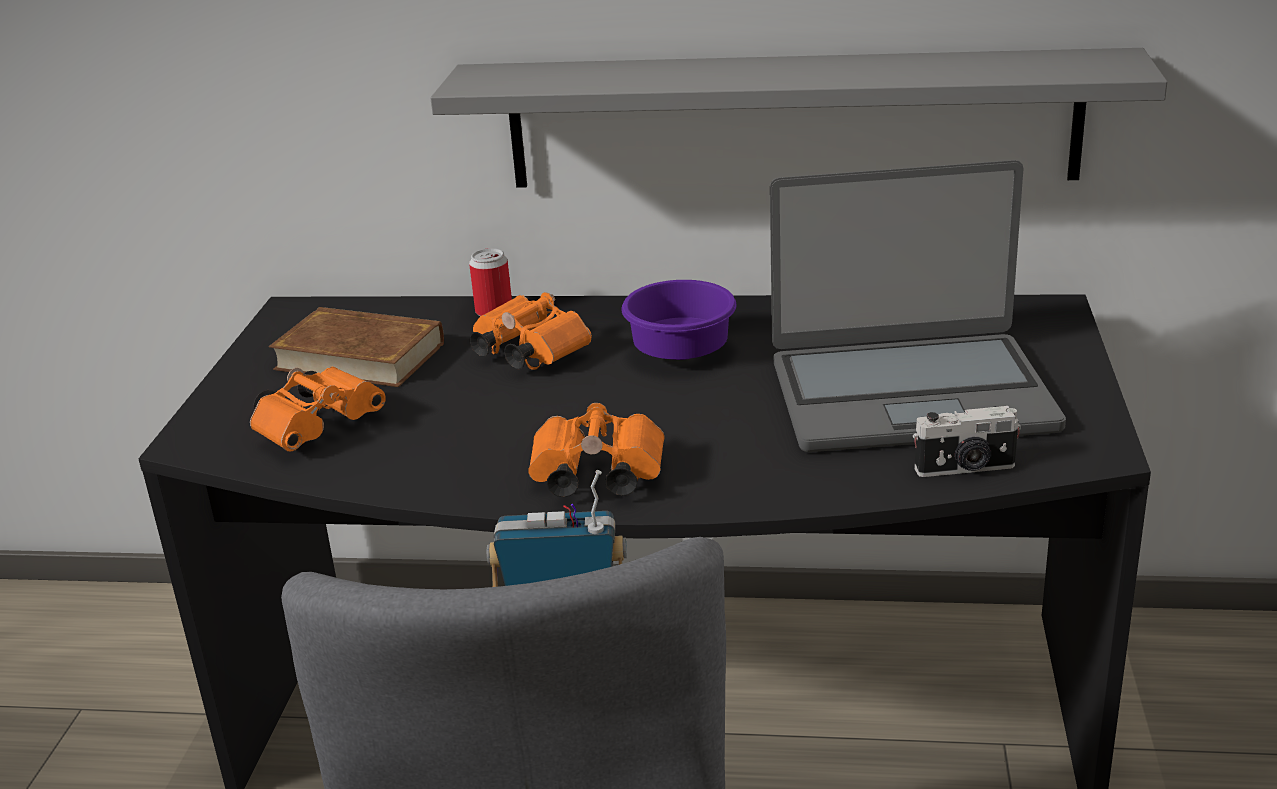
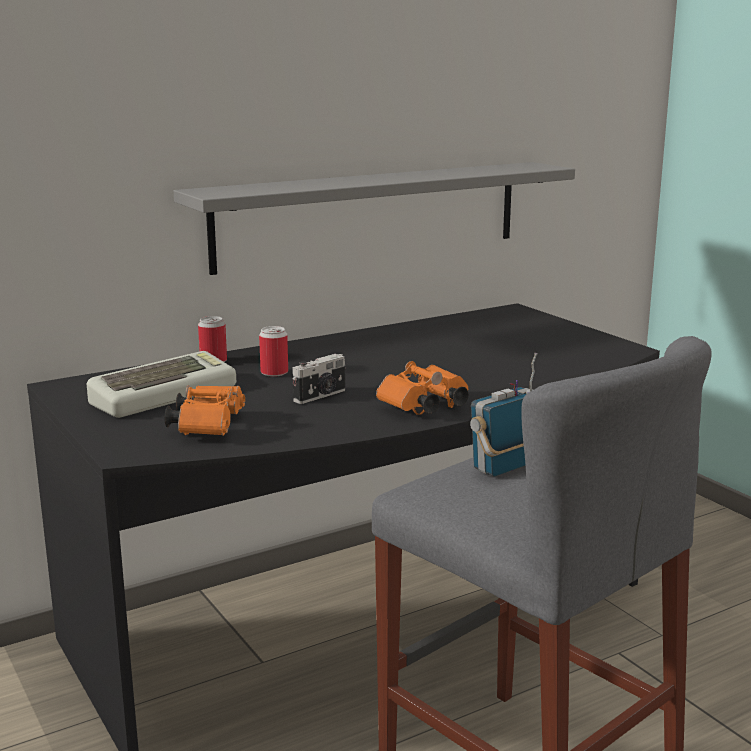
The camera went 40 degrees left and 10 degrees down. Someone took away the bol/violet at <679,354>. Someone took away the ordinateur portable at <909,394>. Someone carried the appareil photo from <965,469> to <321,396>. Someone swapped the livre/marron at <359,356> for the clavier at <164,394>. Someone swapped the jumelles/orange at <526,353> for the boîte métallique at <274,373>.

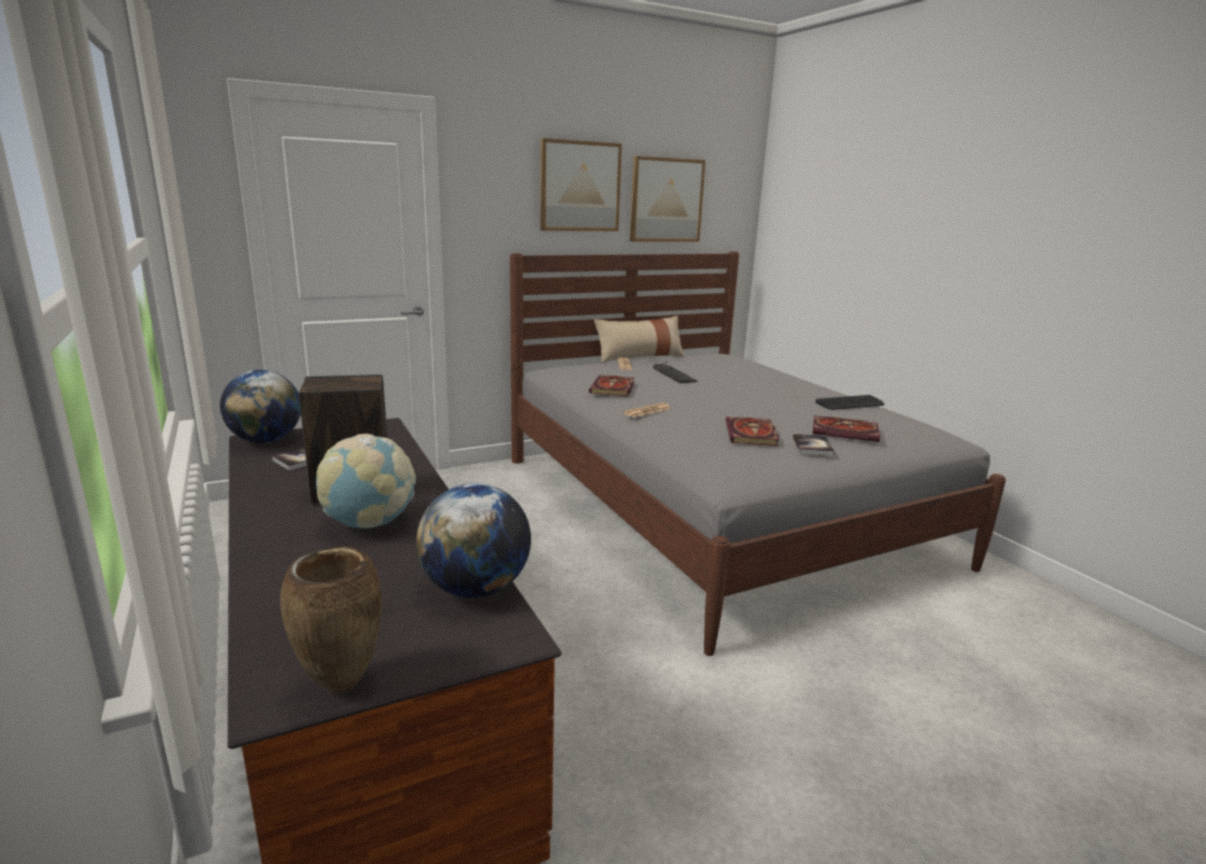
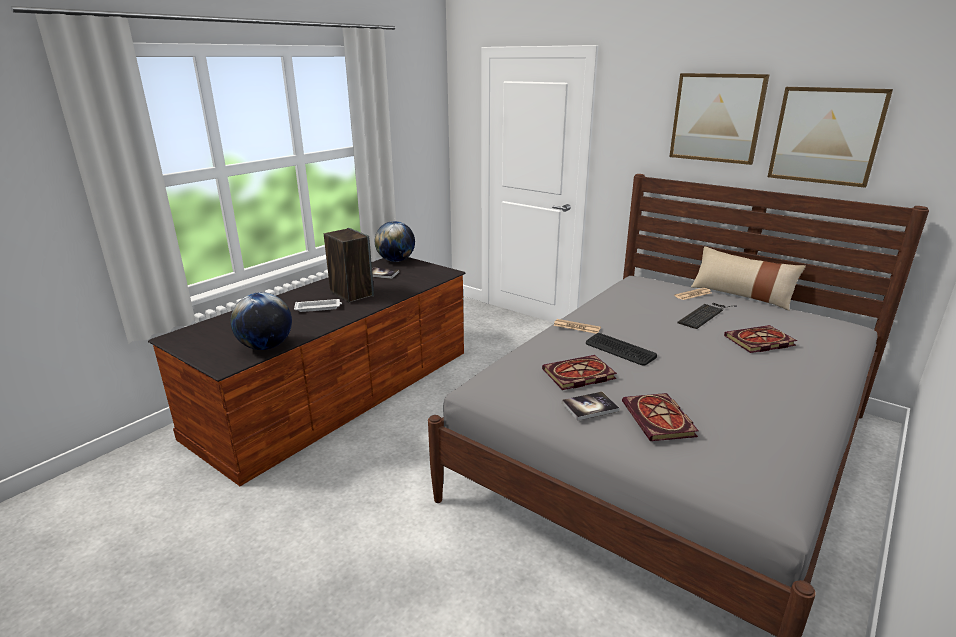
The camera went 65 degrees right and 5 degrees up. Someone took away the vase/marron at <340,685>. Someone carried the livre from <613,389> to <759,342>. Someone carried the clavier from <850,404> to <619,350>. Someone swapped the globe at <369,524> for the plateau/blanc at <318,308>.

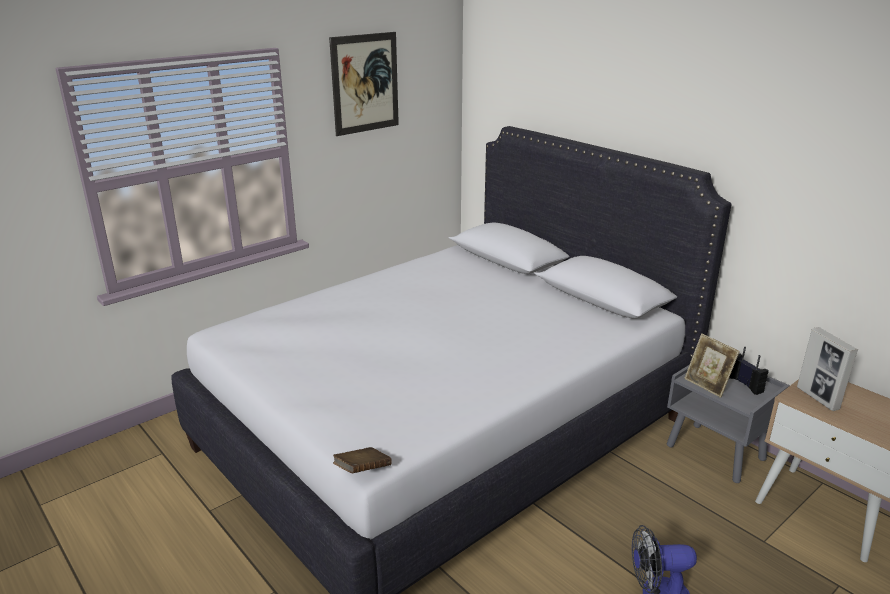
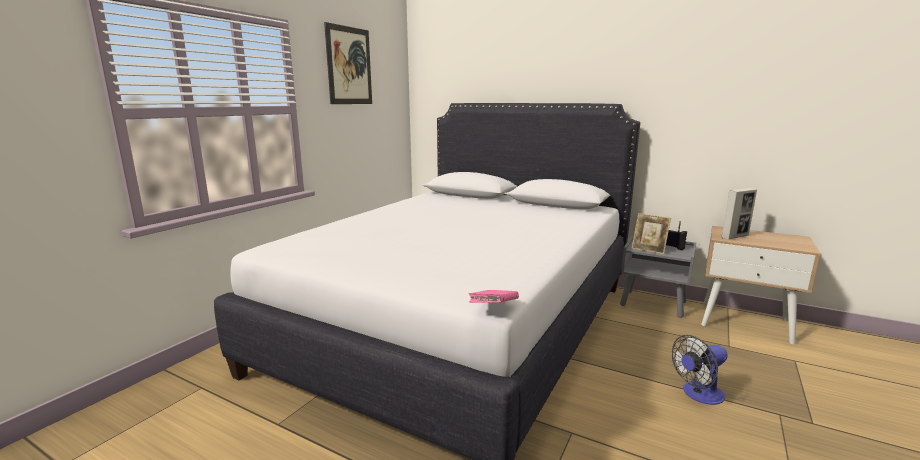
The camera went 20 degrees left and 10 degrees down. Someone repainted the livre/marron at <362,471>, which became the livre/rose at <493,308>. Someone rotated the cadre photo at <817,398> by 75 degrees counterclockwise.

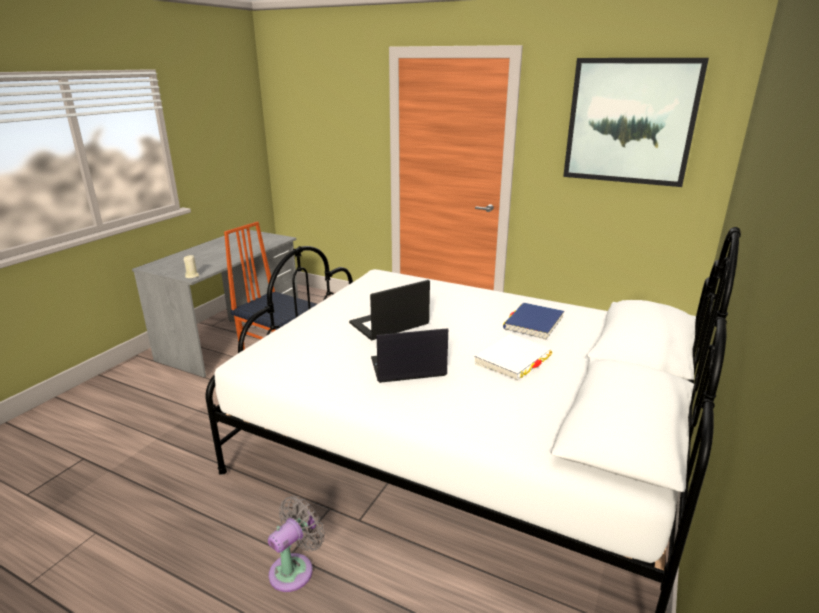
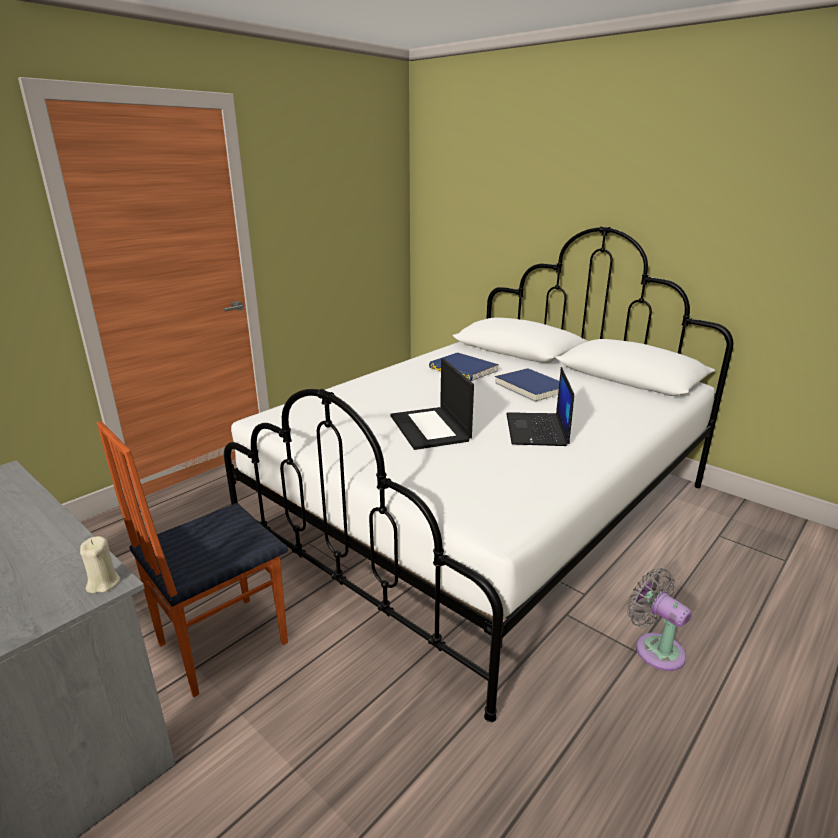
The camera went 75 degrees left and 0 degrees up. Someone took away the tableau at <630,122>. Someone repainted the livre/blanc at <513,359>, which became the livre/bleu at <531,388>.

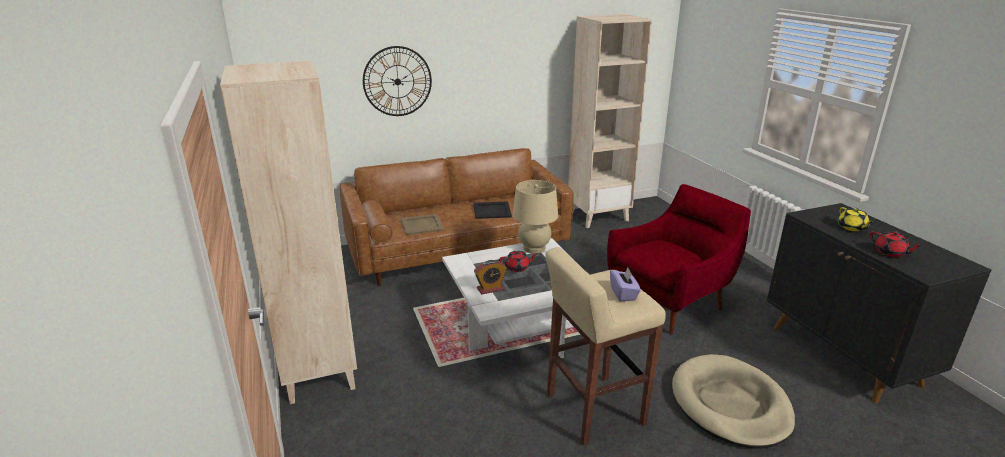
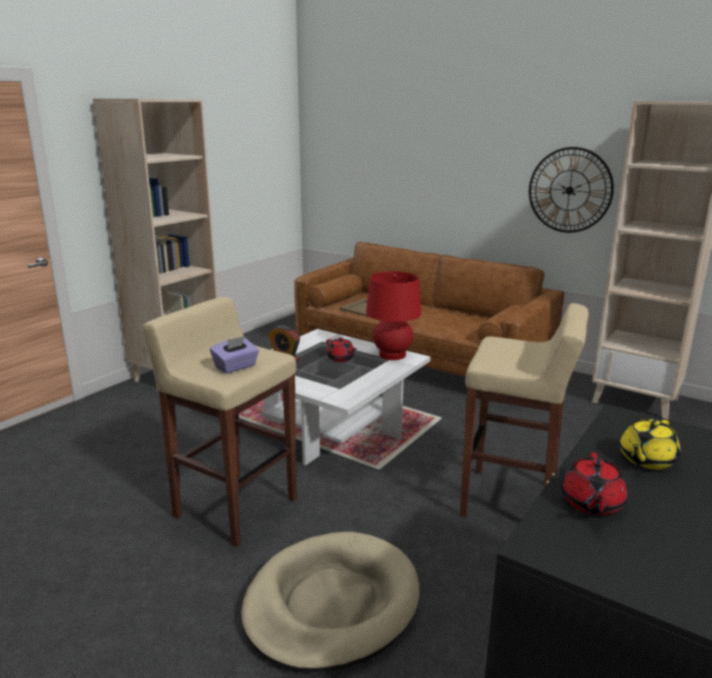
The camera went 55 degrees right and 5 degrees down. Someone took away the plateau/noir at <492,210>. Someone carried the horloge murale from <397,81> to <569,190>. Someone swapped the fauteuil/rouge at <670,302> for the tabouret/beige at <511,501>. Someone repainted the lampe de table/beige at <534,248>, which became the lampe de table/rouge at <392,355>.

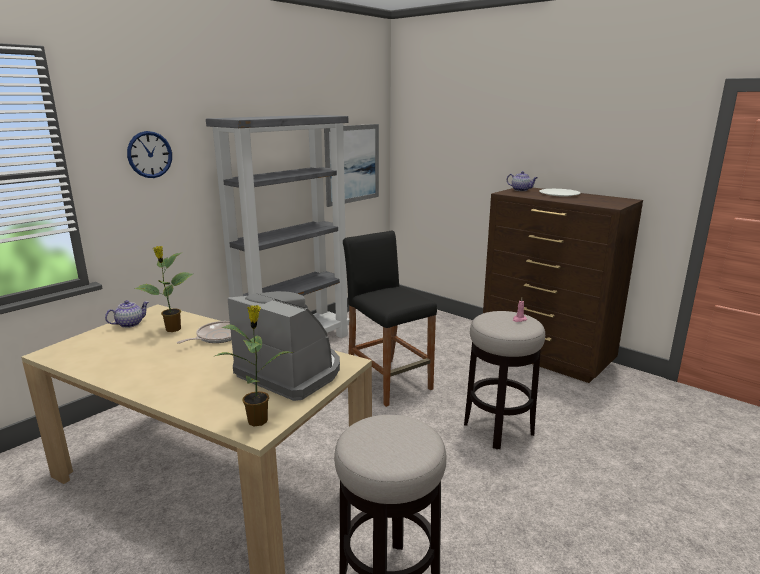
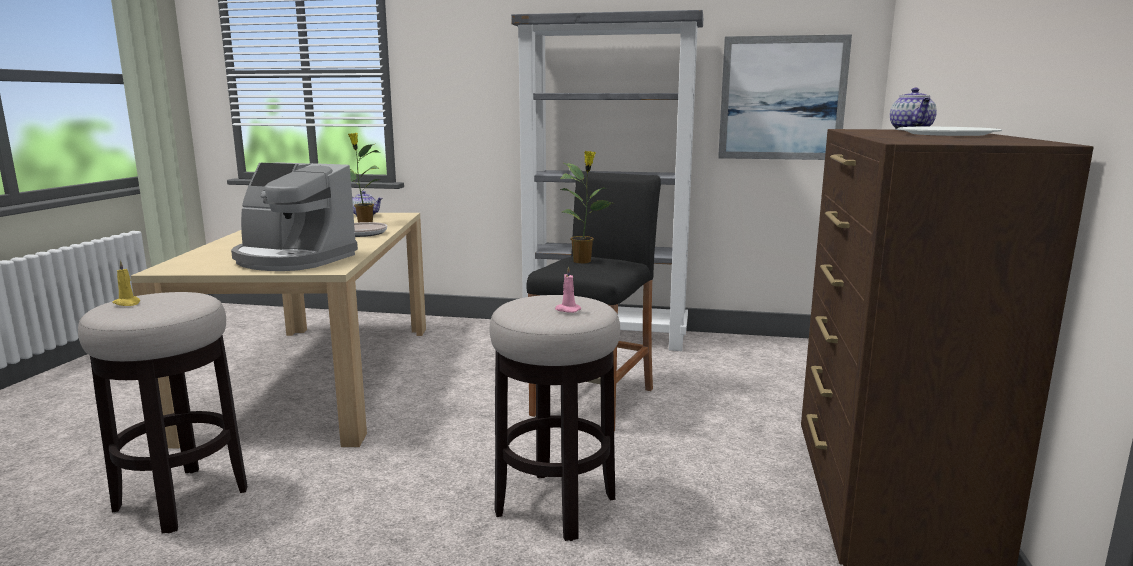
The camera went 60 degrees right and 5 degrees down. Someone took away the horloge murale at <149,154>. Someone put down the bougie/jaune at <127,303>. Someone carried the plante en pot from <258,420> to <583,261>. Someone rotated the machine à café at <291,372> by 105 degrees clockwise.

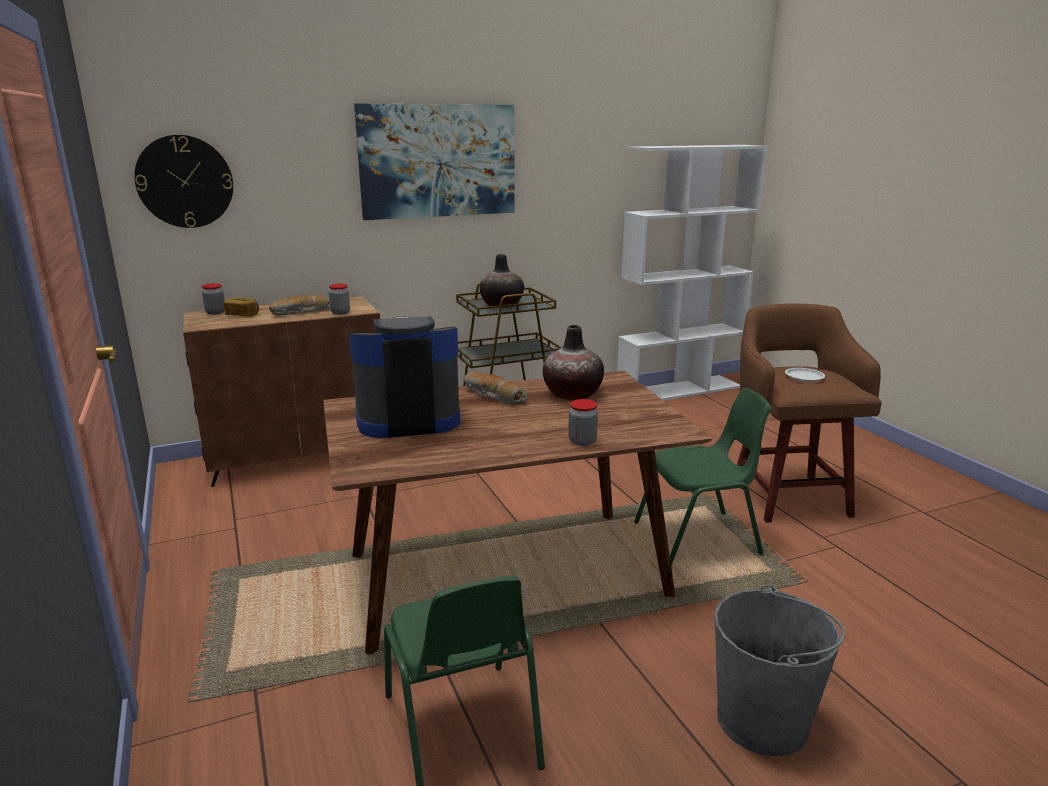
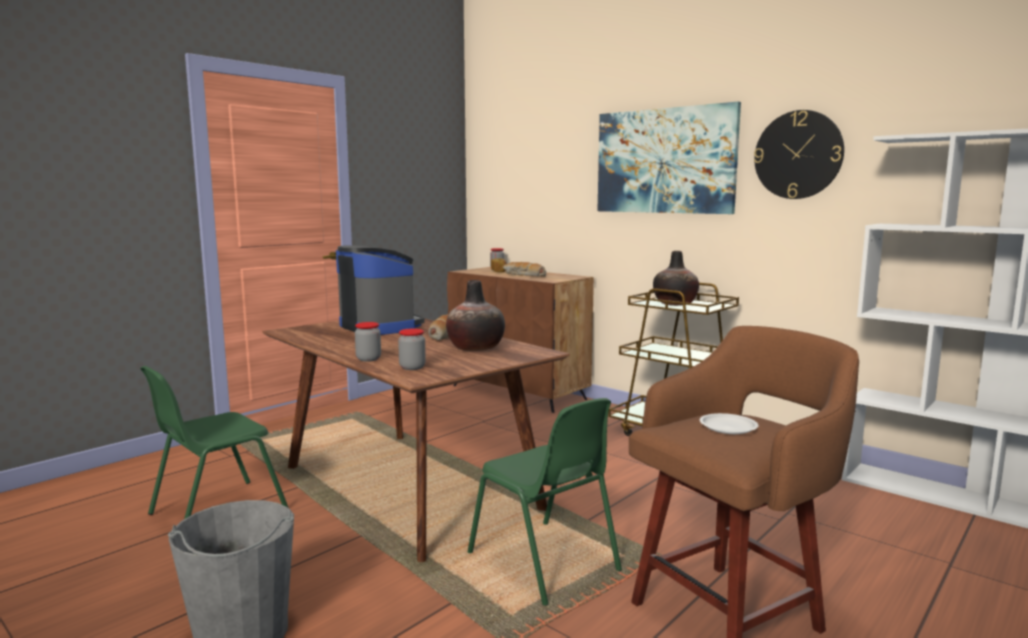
The camera went 65 degrees right and 10 degrees down. Someone carried the horloge murale from <185,181> to <798,155>. Someone carried the bocal from <340,312> to <412,367>.

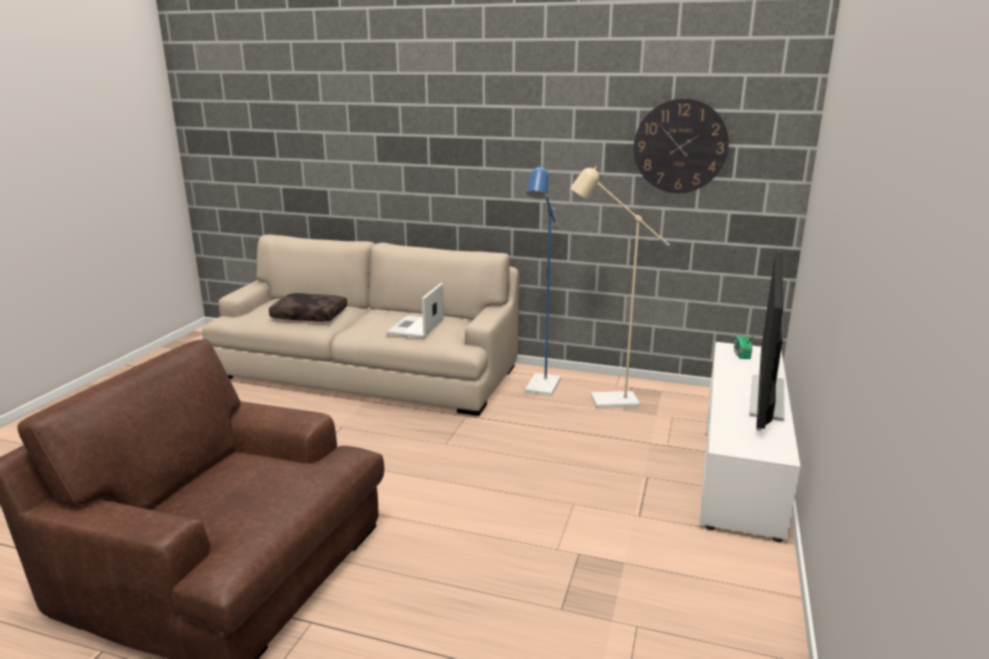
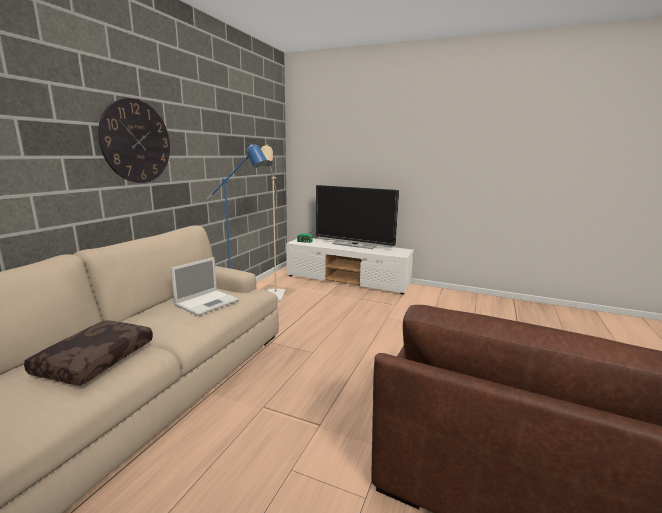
The camera went 85 degrees left and 5 degrees down. Someone carried the horloge murale from <680,146> to <136,141>. Someone rotated the ordinateur portable at <415,328> by 75 degrees counterclockwise.

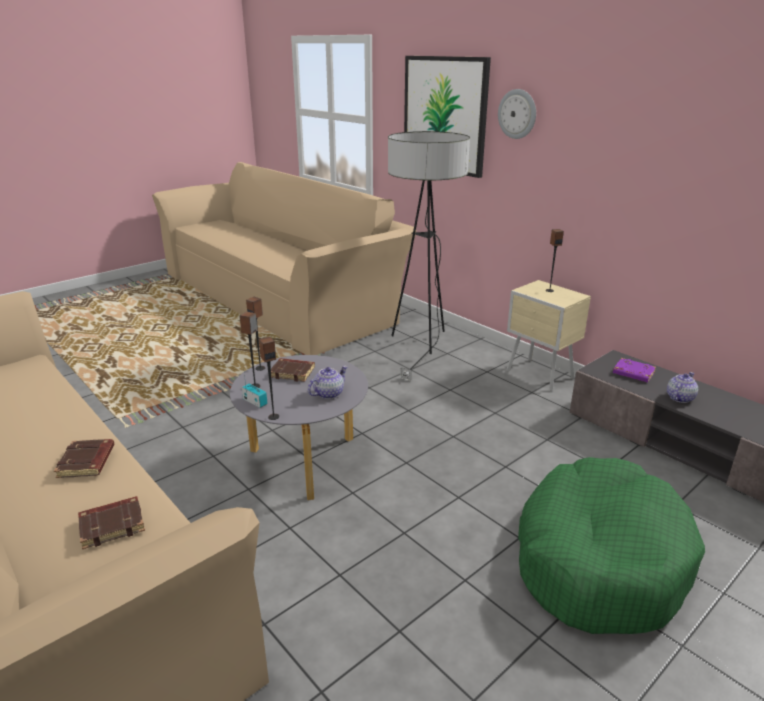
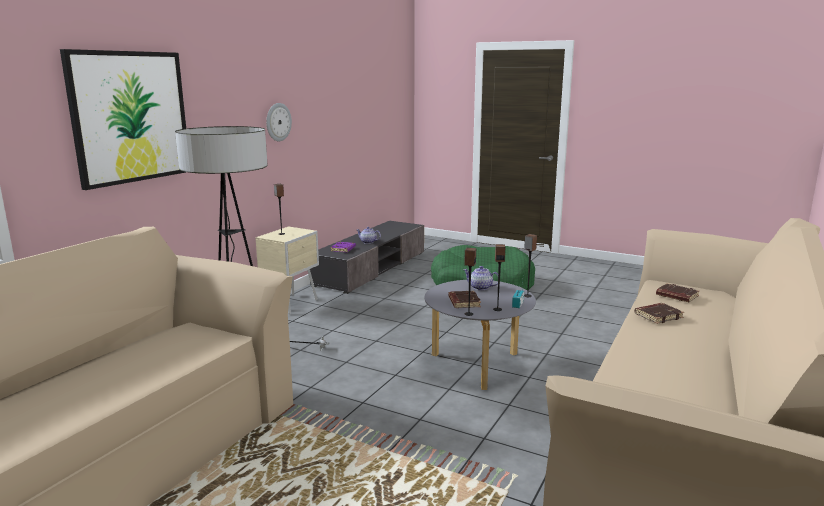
The camera went 110 degrees left and 10 degrees down. Someone carried the horloge murale from <517,114> to <278,122>.

